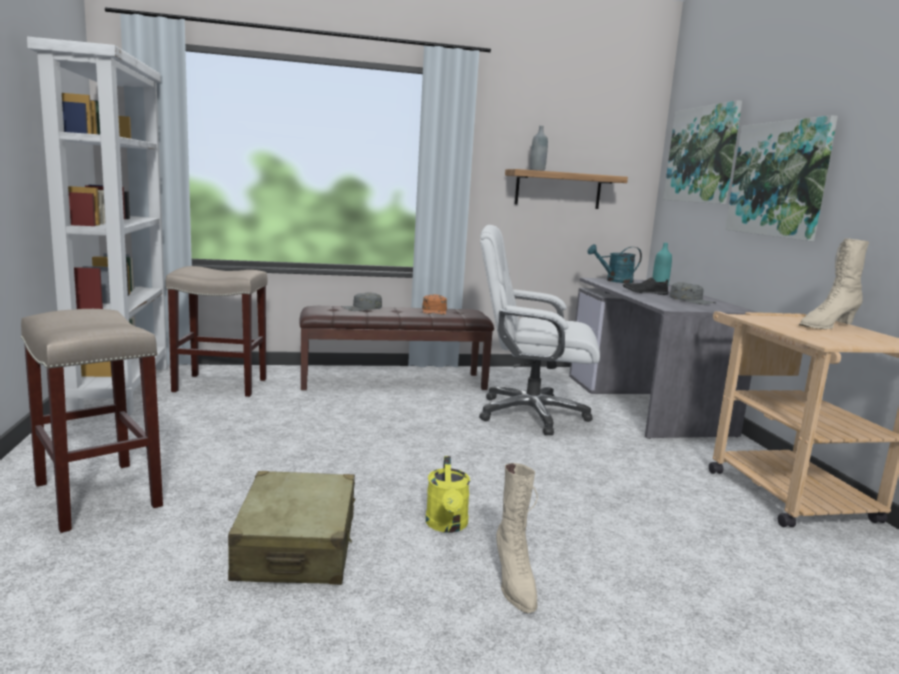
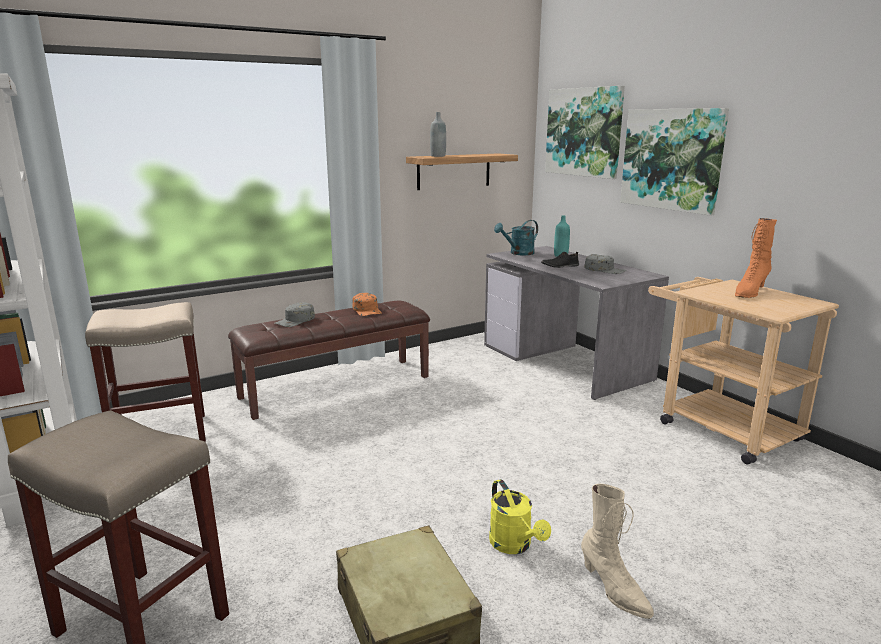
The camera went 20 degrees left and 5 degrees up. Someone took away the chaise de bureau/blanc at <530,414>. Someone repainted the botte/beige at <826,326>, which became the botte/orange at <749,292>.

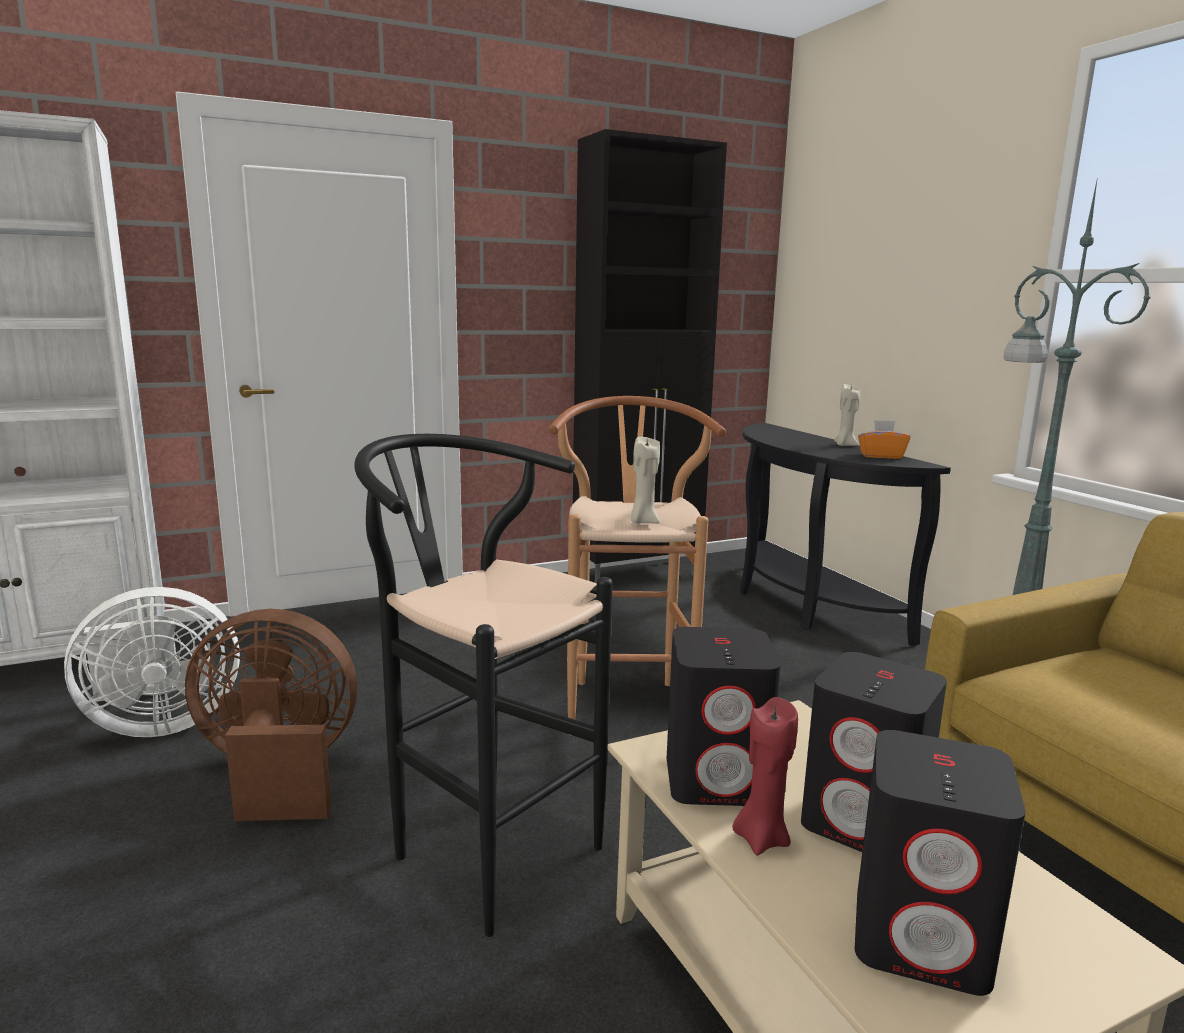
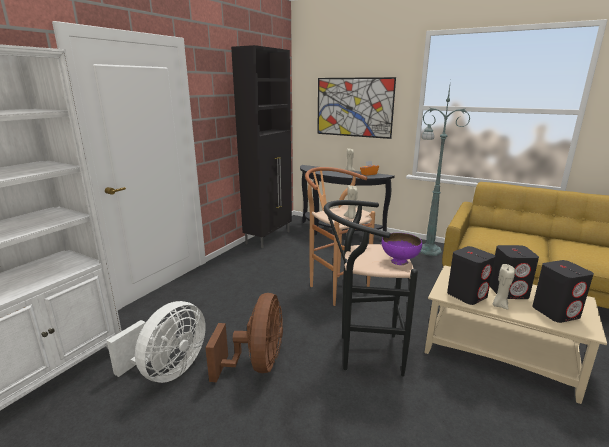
The camera went 35 degrees left and 5 degrees up. Someone put up the tableau at <354,107>. Someone put down the bol/violet at <400,261>. Someone repainted the bougie/rouge at <761,838>, which became the bougie/beige at <499,305>. Someone rotated the ventilateur/marron at <279,773> by 135 degrees clockwise.

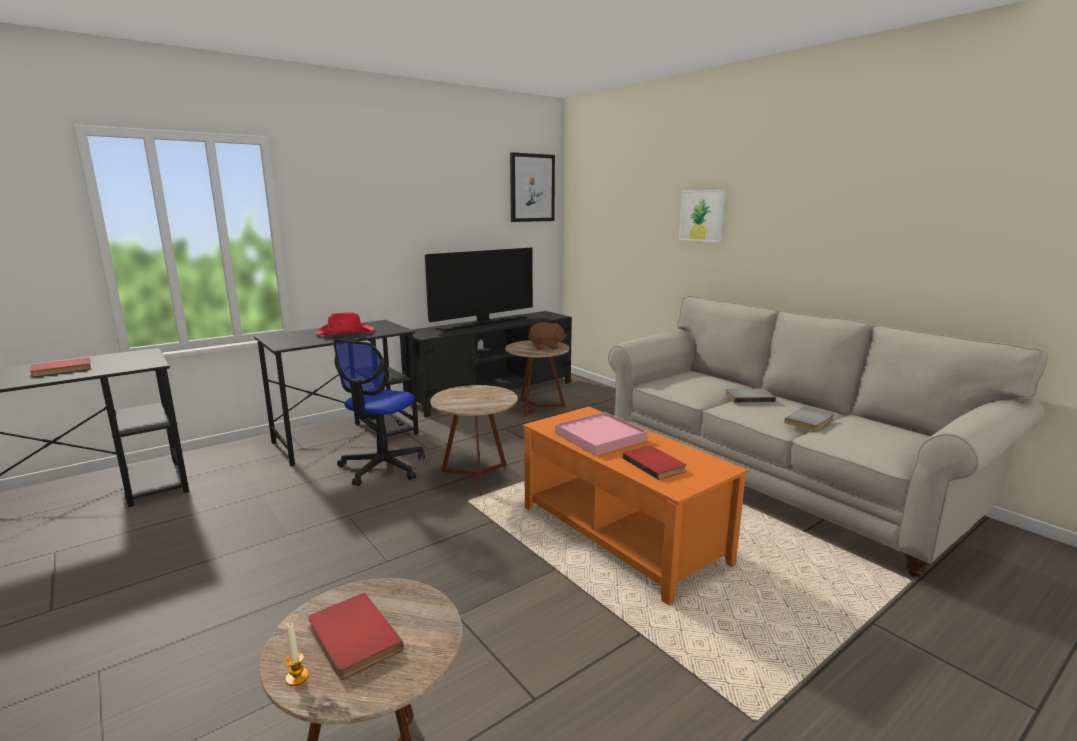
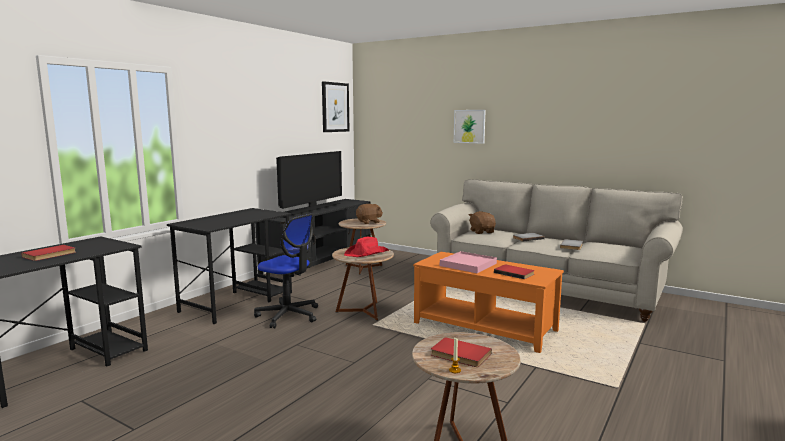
The camera went 20 degrees left and 5 degrees down. Someone put down the peluche/marron at <482,232>. Someone carried the chapeau/rouge from <345,332> to <367,253>. Someone rotated the chaise de bureau at <382,467> by 60 degrees counterclockwise.

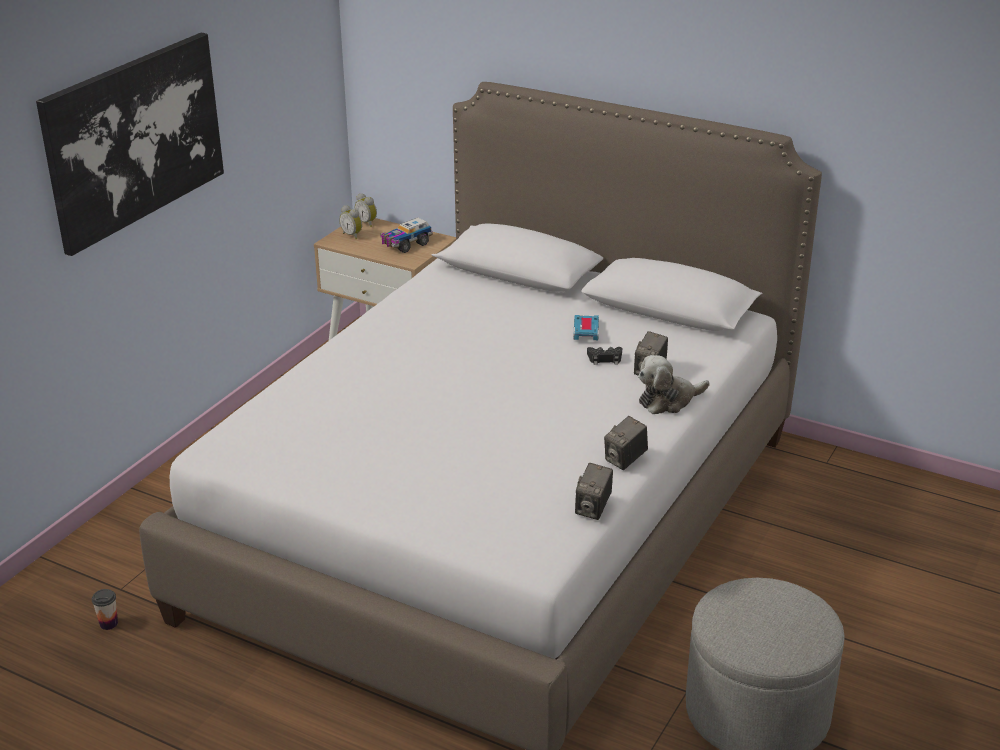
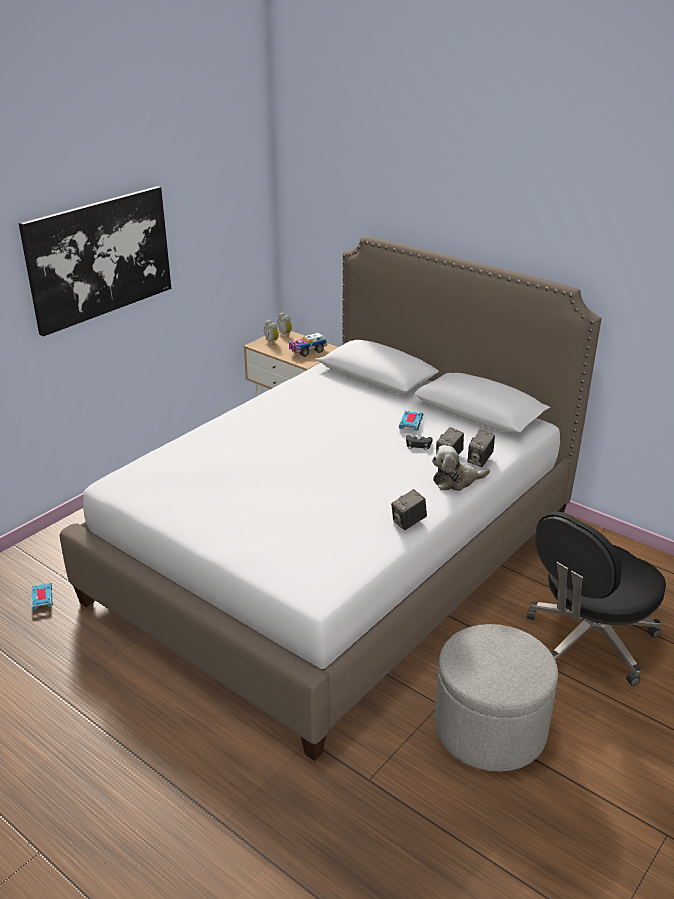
The camera went 10 degrees right and 0 degrees up. Someone put down the chaise de bureau/noir at <588,641>. Someone carried the appareil photo from <593,509> to <480,460>. Someone swapped the tasse at <108,624> for the petite voiture at <42,598>.

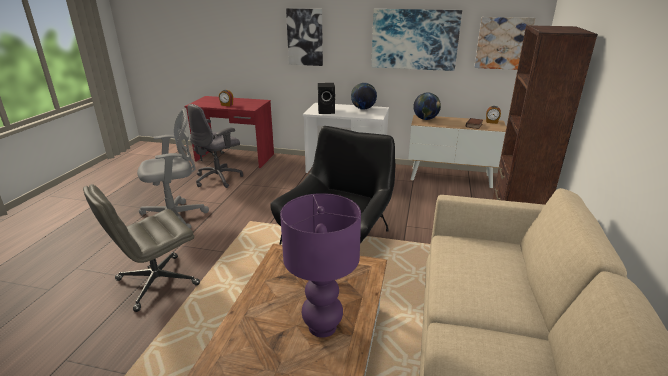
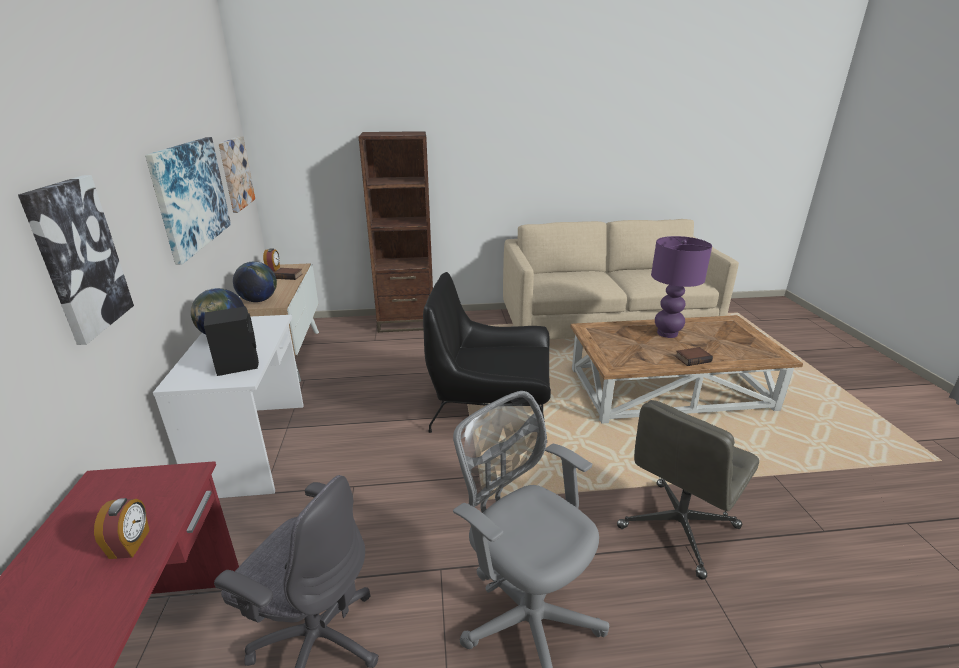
The camera went 110 degrees left and 0 degrees up. Someone put down the livre at <692,359>. Someone rotated the chaise de bureau/gris at <156,283> by 105 degrees clockwise.

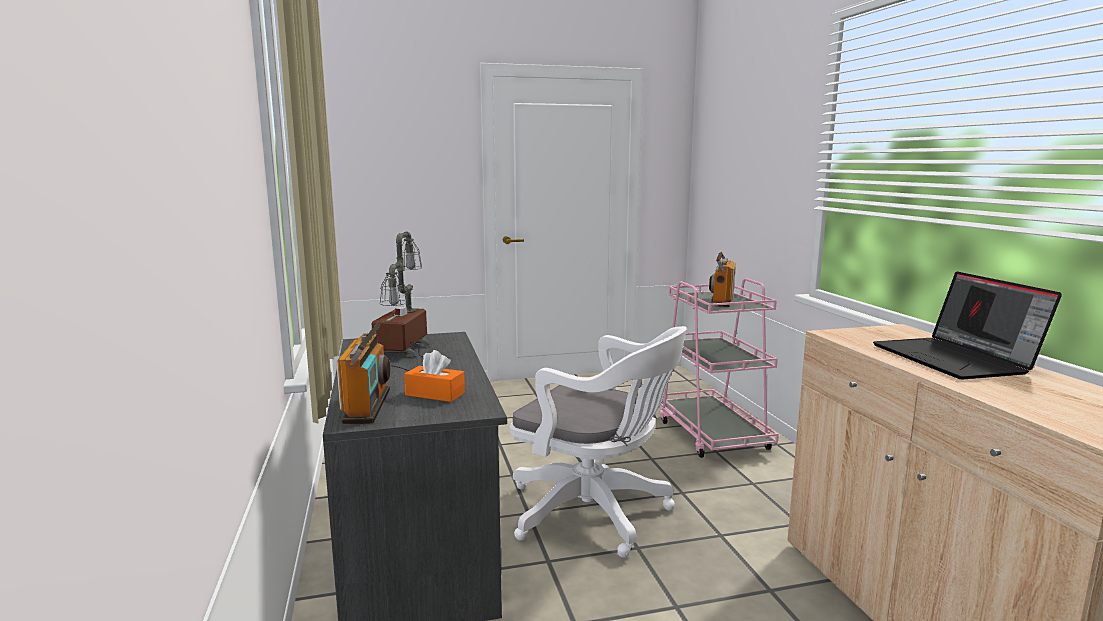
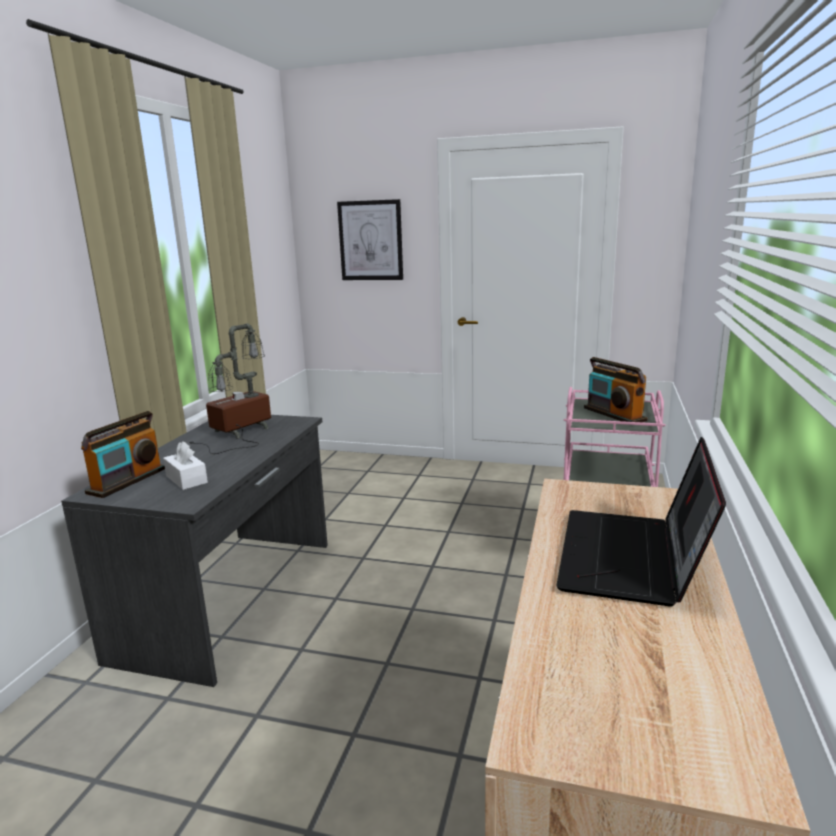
The camera went 30 degrees right and 5 degrees up. Someone took away the chaise de bureau/blanc at <596,513>. Someone put up the tableau at <371,240>. Someone repainted the boîte à mouchoirs/orange at <435,394>, which became the boîte à mouchoirs/blanc at <186,479>. Someone rotated the radio at <721,300> by 75 degrees counterclockwise.

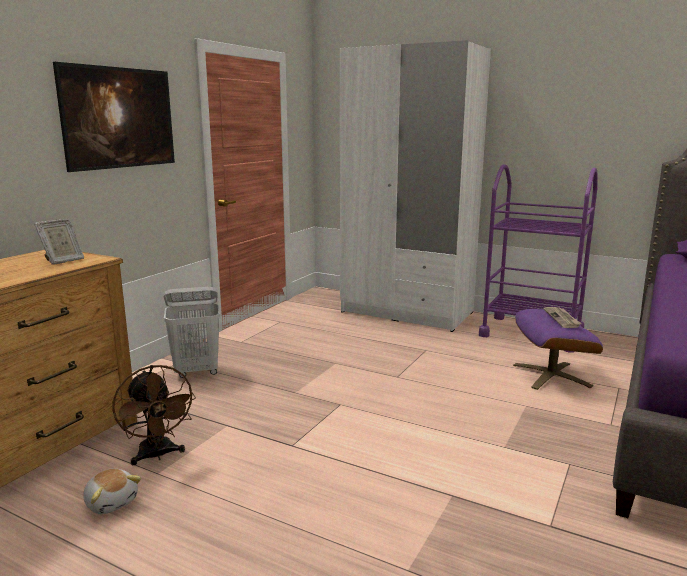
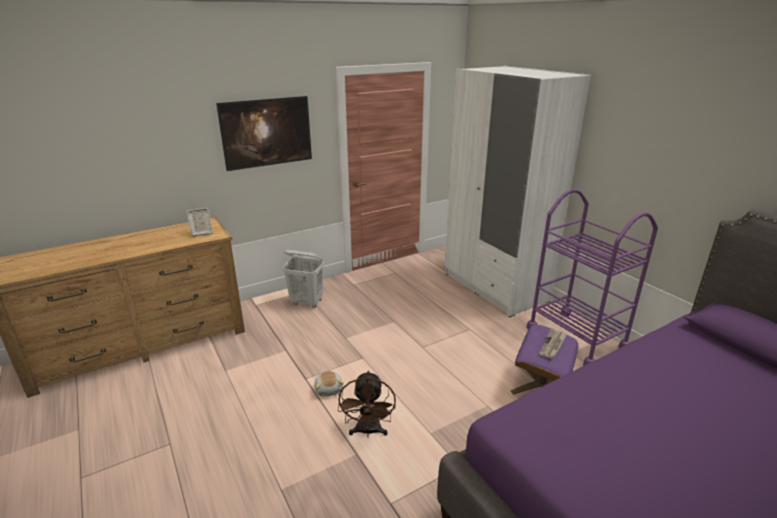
The camera went 30 degrees right and 10 degrees up. Someone carried the peluche from <112,502> to <329,389>. Someone carried the ventilateur/marron from <157,455> to <368,431>.

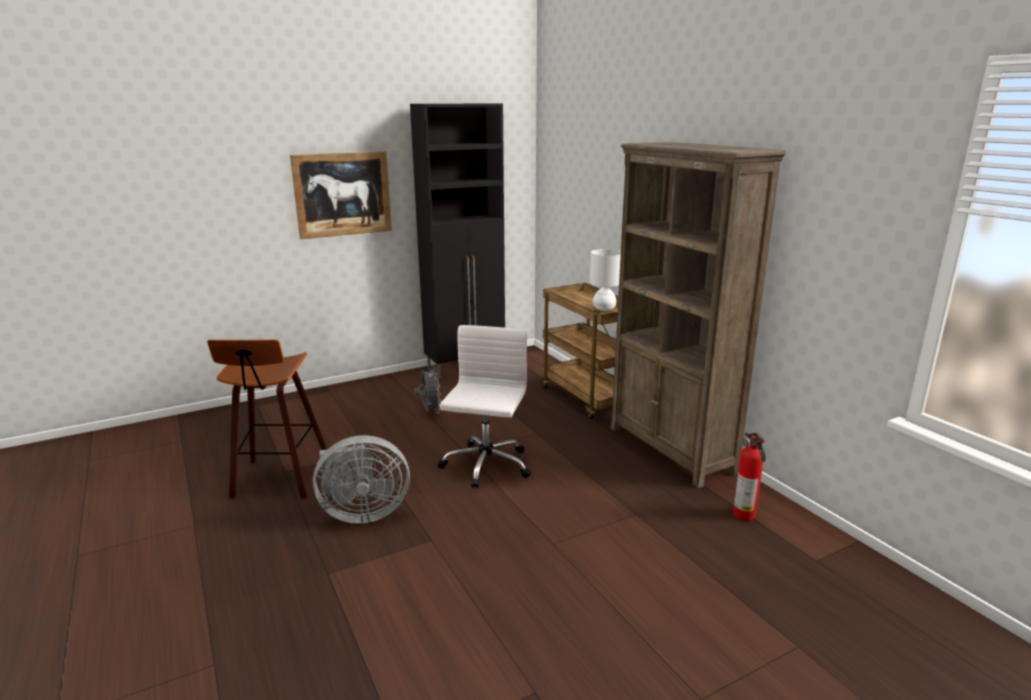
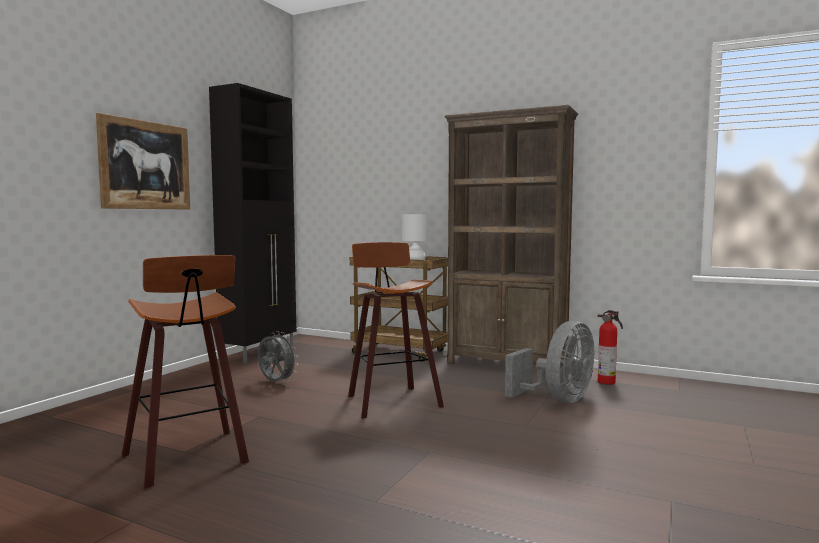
The camera went 35 degrees left and 15 degrees down. Someone carried the ventilateur/gris from <362,513> to <558,399>. Someone swapped the chaise de bureau/blanc at <485,466> for the tabouret at <390,401>.

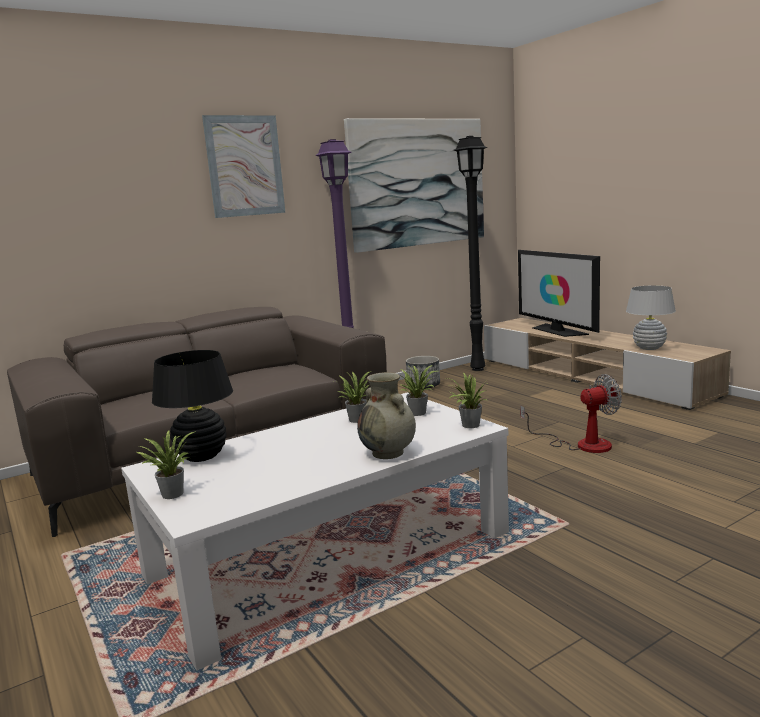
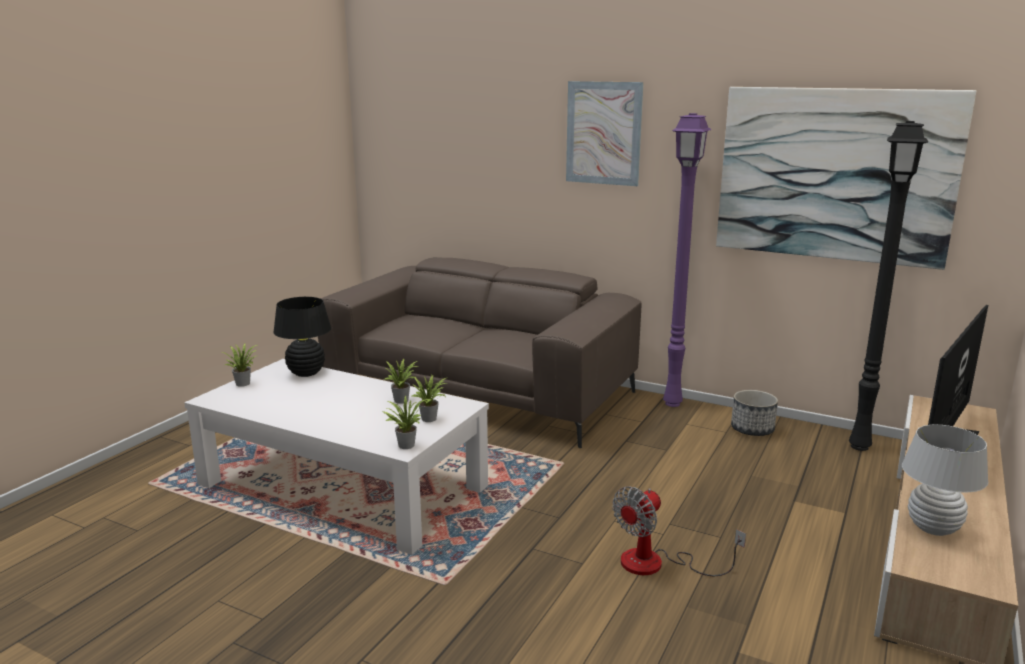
The camera went 60 degrees right and 5 degrees up. Someone took away the vase/beige at <388,453>. Someone rotated the ventilateur at <581,444> by 90 degrees clockwise.

